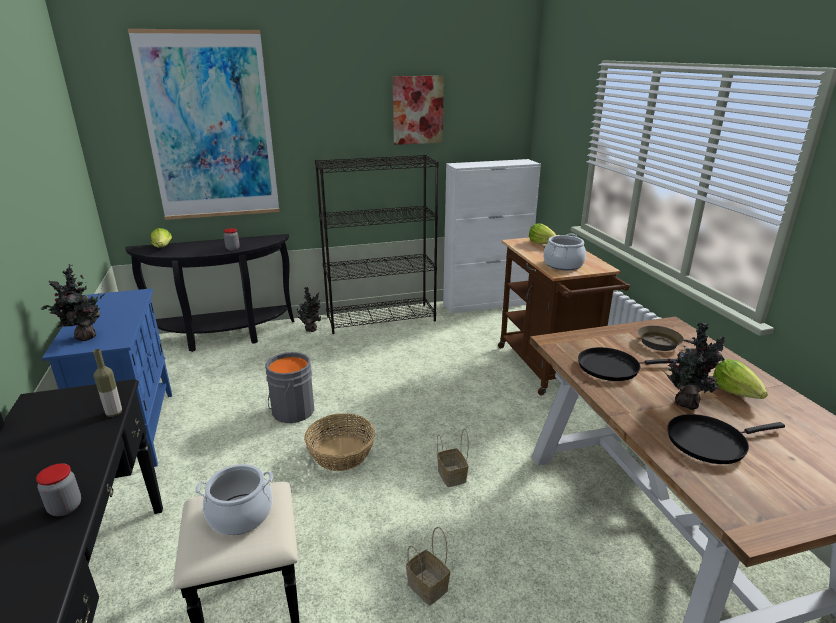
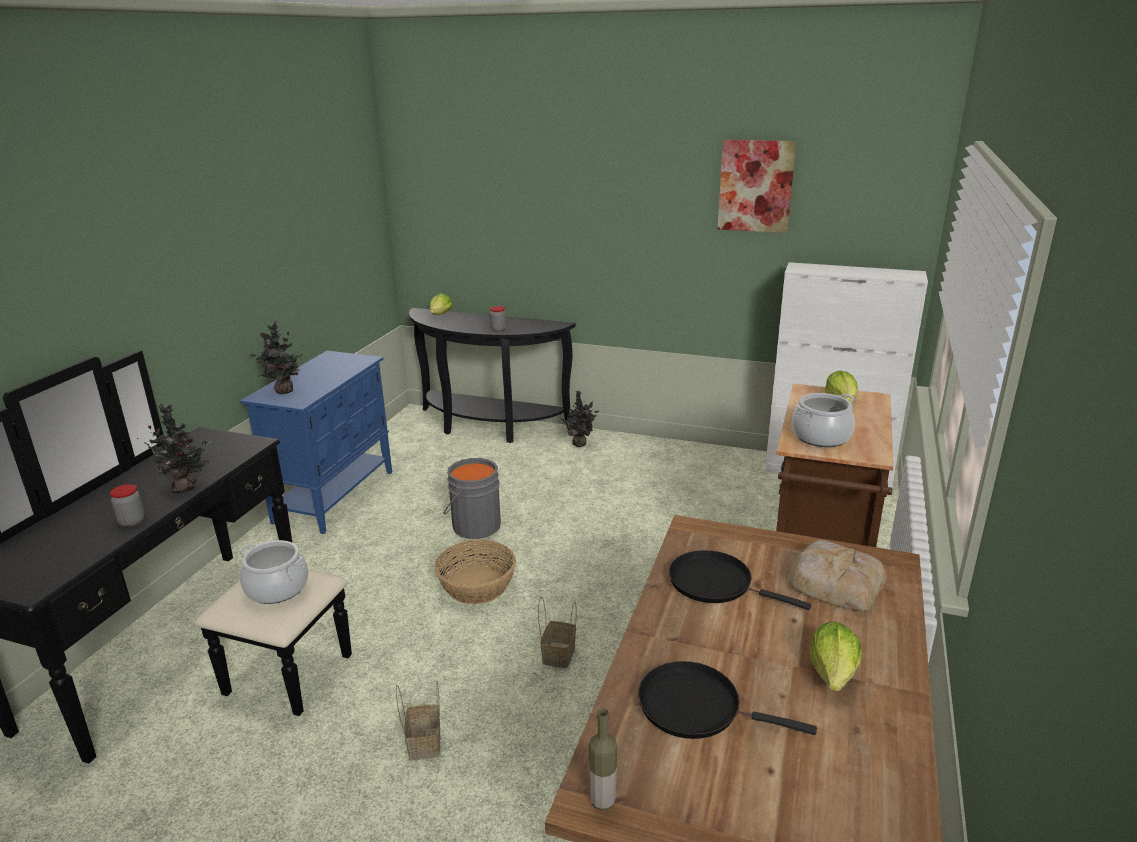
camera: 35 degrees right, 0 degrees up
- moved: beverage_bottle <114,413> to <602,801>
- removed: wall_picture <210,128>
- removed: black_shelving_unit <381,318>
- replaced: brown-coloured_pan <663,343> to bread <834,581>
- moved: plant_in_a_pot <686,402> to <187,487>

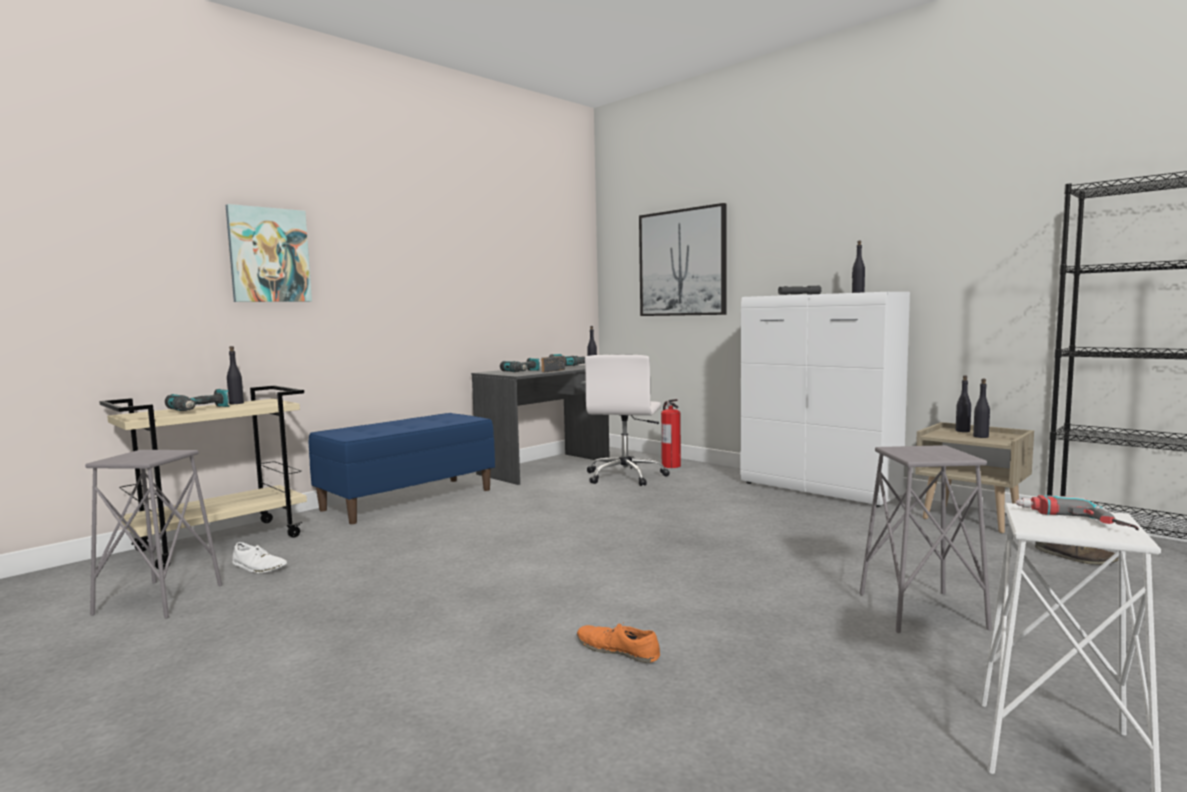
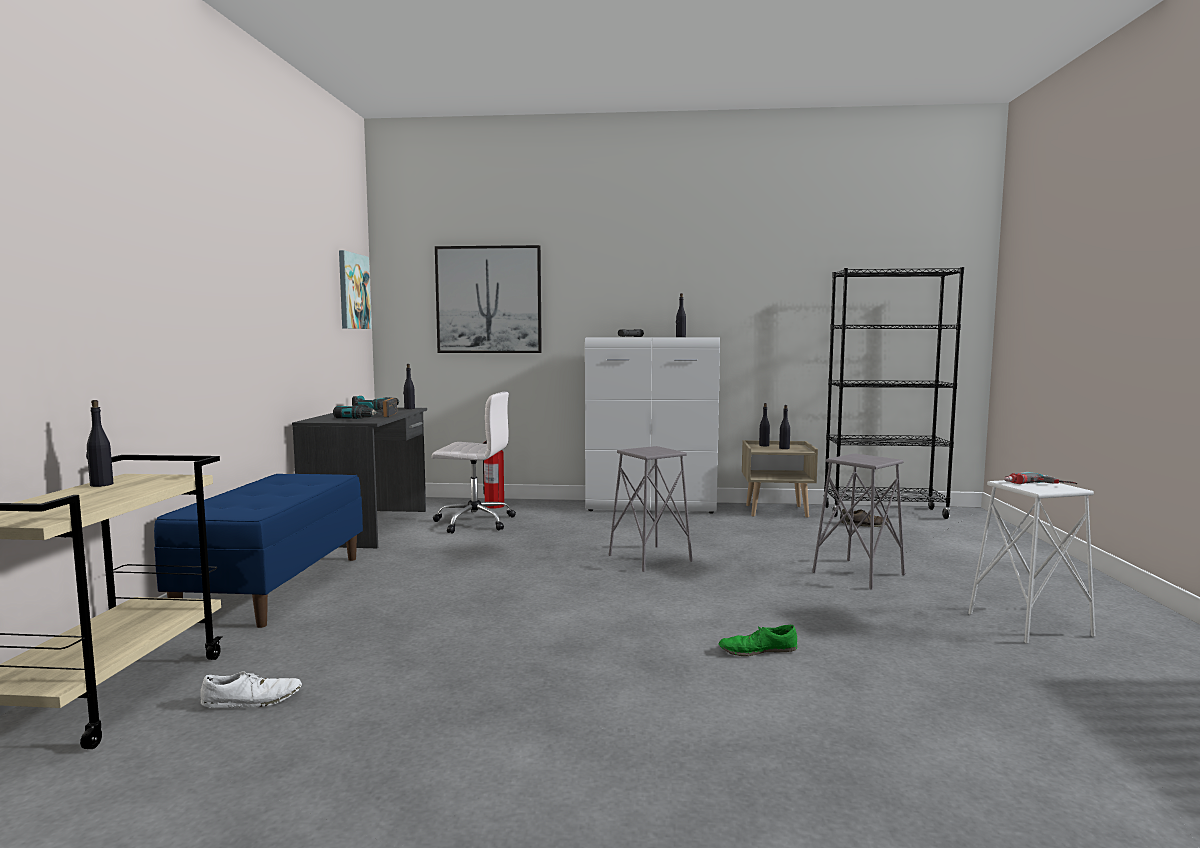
camera: 40 degrees left, 0 degrees up
- moved: greyish_stool <159,599> to <649,558>
- removed: electric_drill <201,410>
- moved: wall_picture <269,255> to <353,291>
- recoloured: orange_low_shoe <618,650> to green-coloured_low_shoe <757,650>
- turned: white-coloured_computer_chair <625,476> = <473,522> 60 degrees counterclockwise

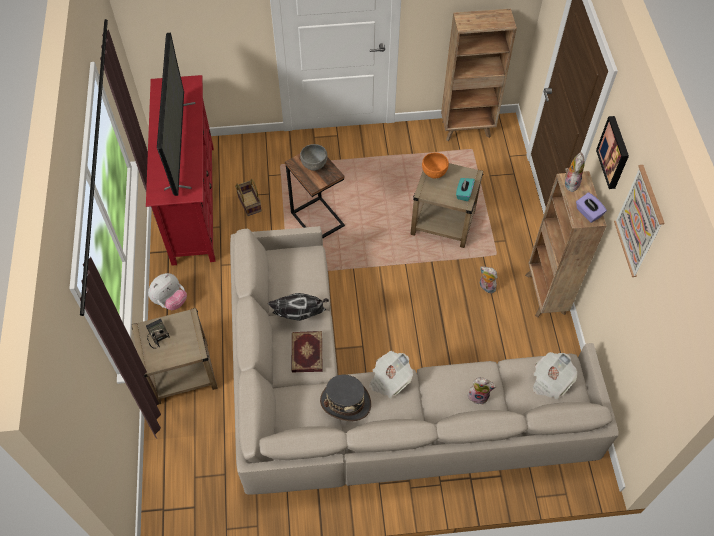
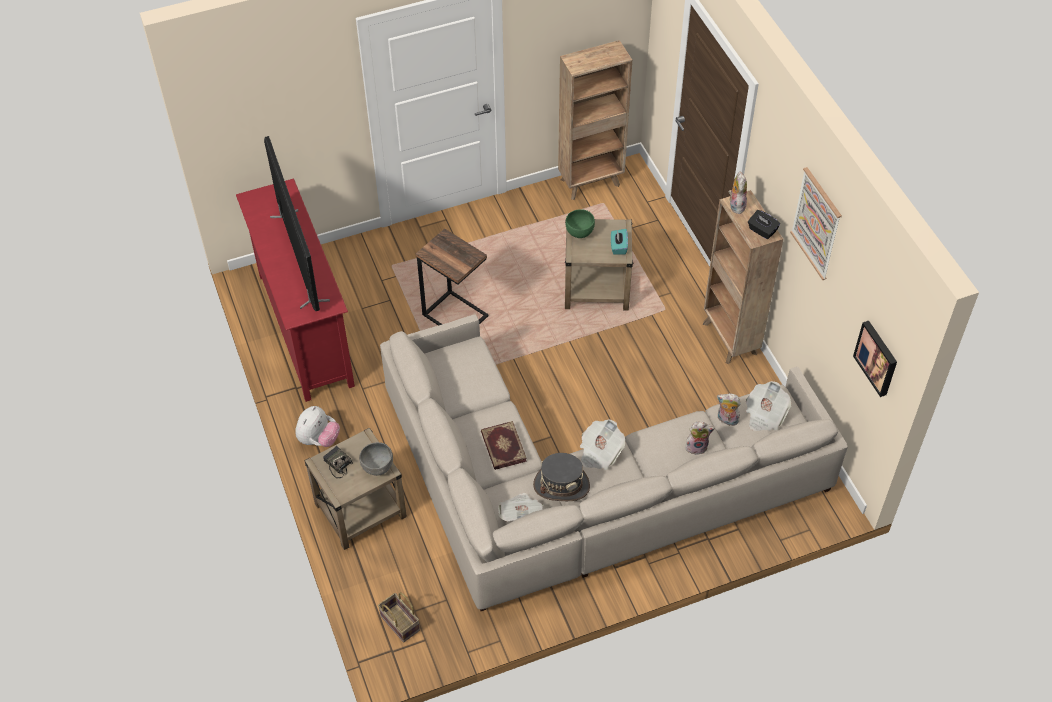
camera: 15 degrees left, 5 degrees down
- moved: household_basket <248,203> to <398,623>
- removed: pillow <301,319>
- moved: greyish_serving_bowl <314,165> to <377,467>
- recoloured: orange_serving_bowl <434,173> to green-coloured_serving_bowl <579,233>
- moved: plush_toy <486,287> to <726,420>
- recoloured: purple-coloured_tissue_holder <588,213> to black_tissue_holder <762,231>
- moved: wall_picture <614,152> to <877,357>
- added: daily_paper <520,514>

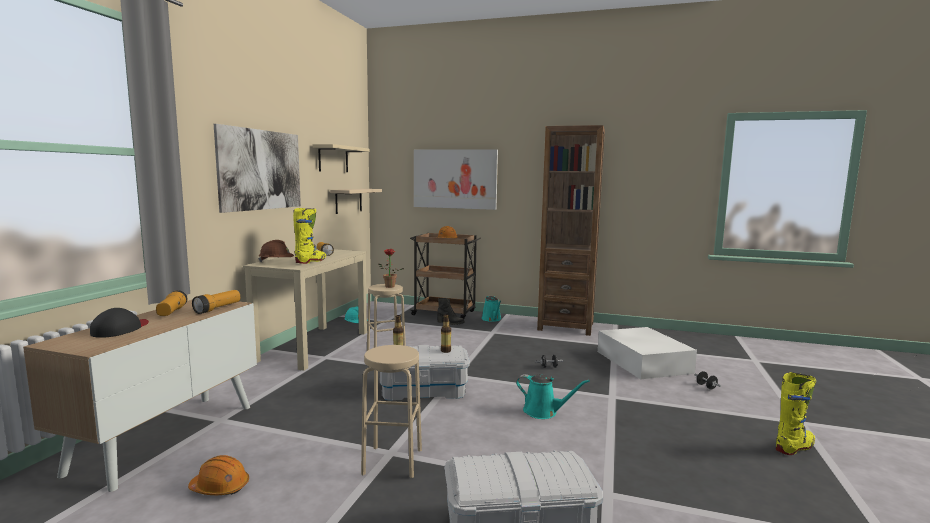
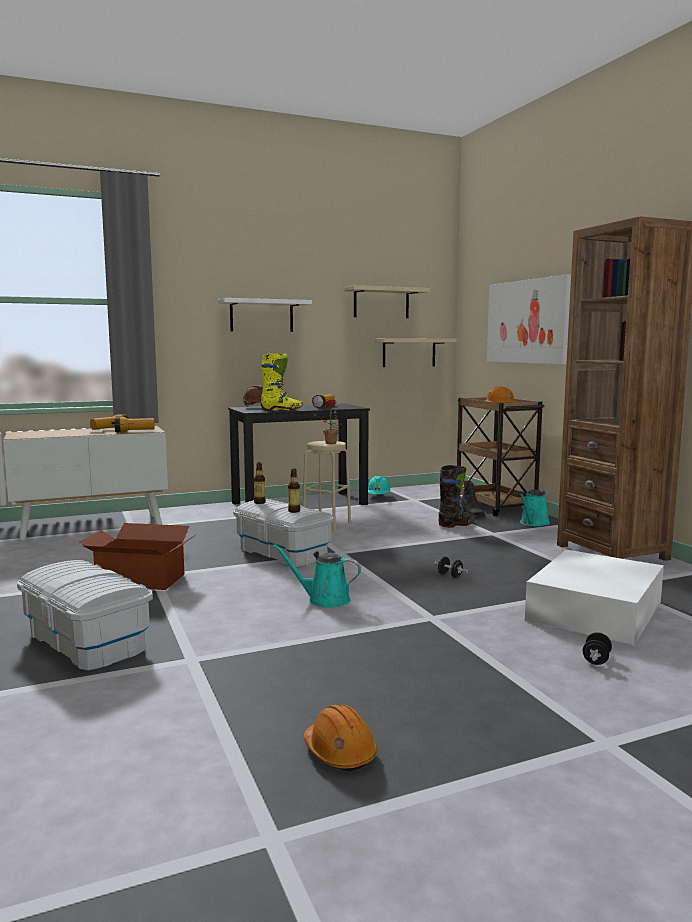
camera: 50 degrees right, 0 degrees up
- removed: black_cap <120,329>
- moved: orange_safety_helmet <220,487> to <340,752>
- replaced: wall_picture <261,170> to white-coloured_wall_shelf <261,316>
- recoloured: sand-coloured_desk_unit <314,346> to black_desk_unit <300,503>
- replaced: sand-coloured_stool <393,461> to packing_box <141,580>
- turned: turquoise_watering_can <543,412> = <324,600> 120 degrees clockwise
- removed: yellow-coloured_boot <794,447>
- added: black_boot <457,524>

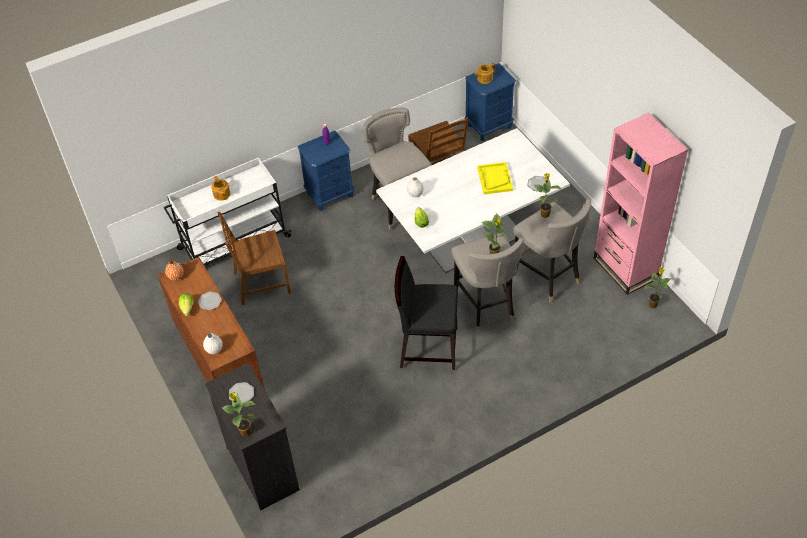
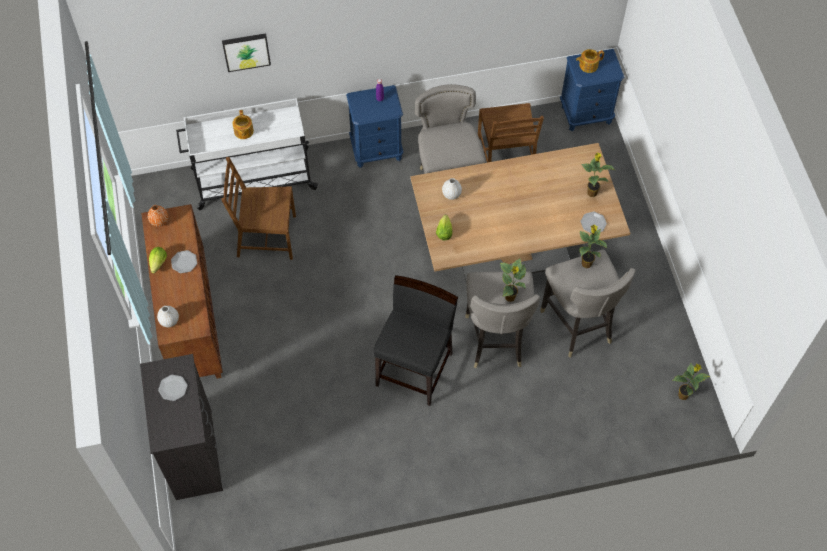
camera: 15 degrees right, 10 degrees up
- moved: plant_in_a_pot <245,431> to <591,192>
- recoloured: white-coloured_kitchen_table <471,238> to brown-coloured_kitchen_table <512,251>
- turned: black_chair <428,347> = <415,369> 90 degrees clockwise
- removed: yellow-coloured_serving_tray <494,179>
- removed: pink-coloured_shelving_unit <625,268>
- added: wall_picture <246,51>

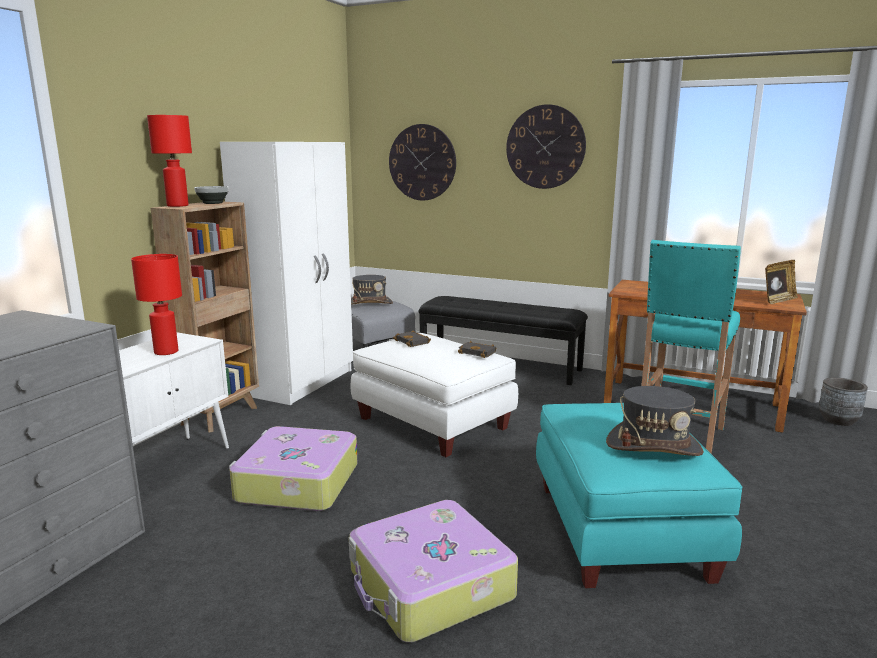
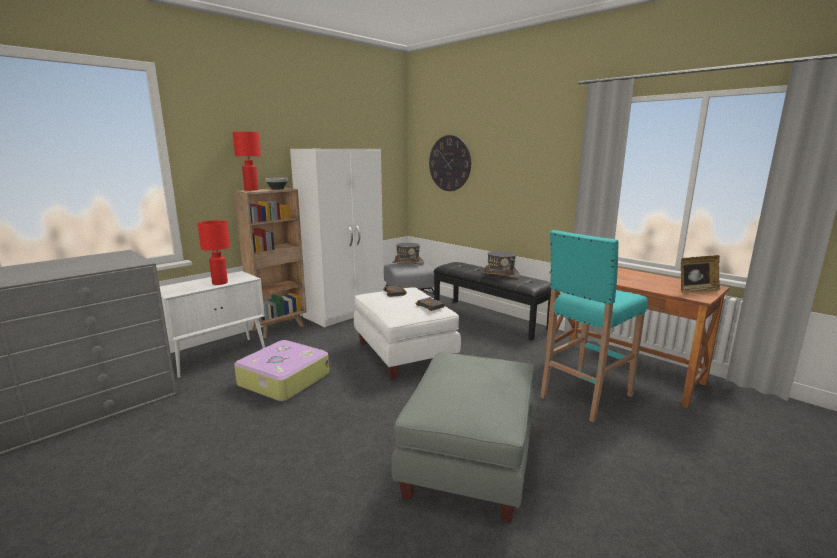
camera: 20 degrees right, 0 degrees up
- removed: piece_of_luggage <430,586>
- removed: wall_clock <545,147>
- recoloured: turquoise_pouffe <622,531> to greyish_pouffe <470,461>
- moved: greyish_hat <653,446> to <500,275>
- removed: greyish_planter <838,420>

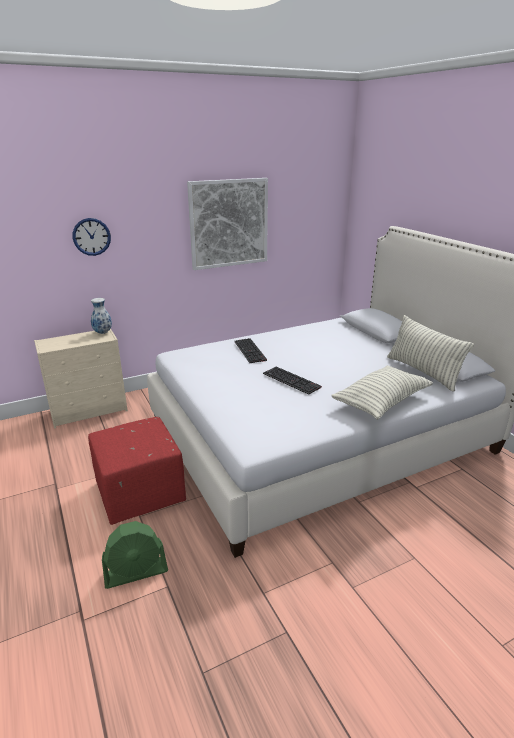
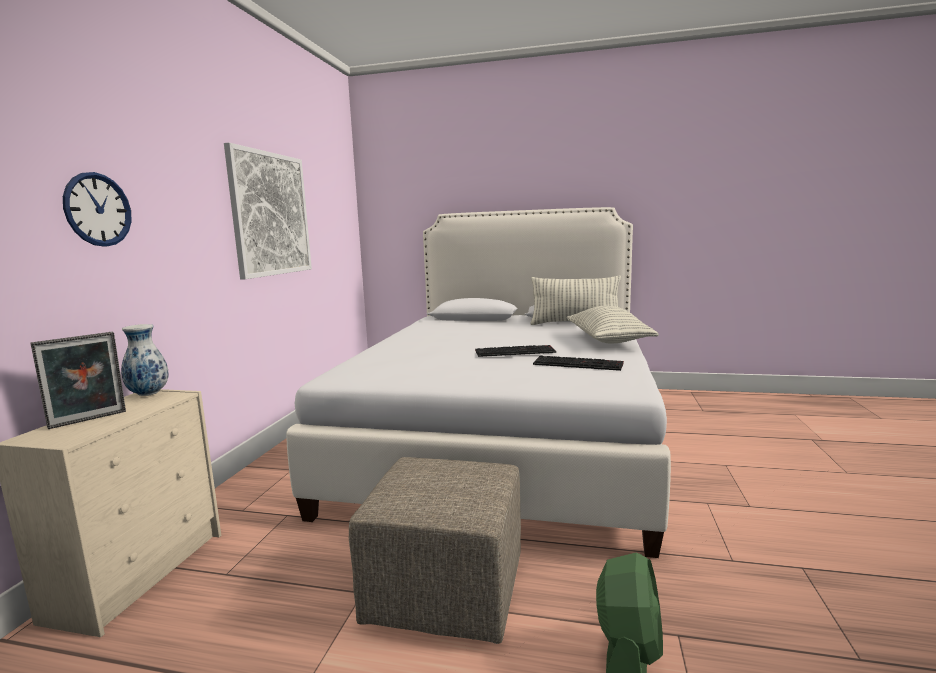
camera: 50 degrees left, 15 degrees down
- recoloured: red_pouffe <141,493> to sand-coloured_pouffe <448,591>
- moved: computer_keyboard <251,351> to <579,363>
- added: picture_frame <89,420>

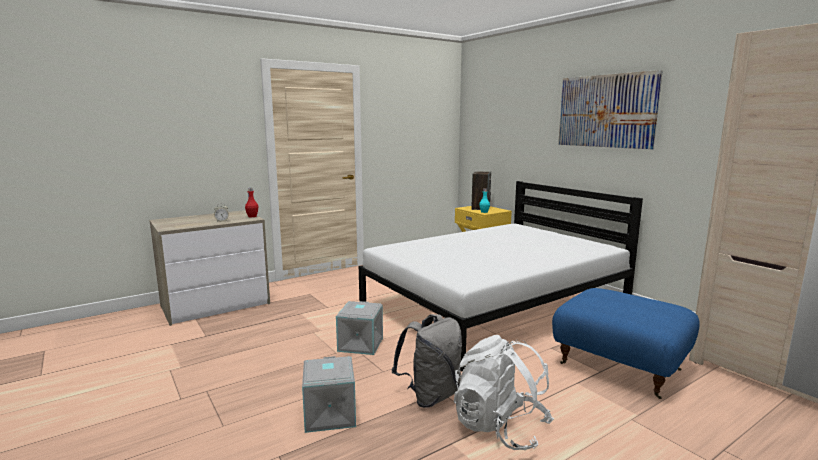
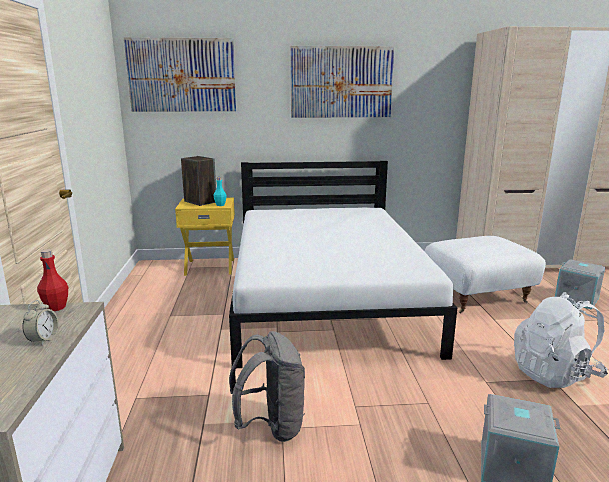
camera: 60 degrees left, 5 degrees up
- moved: greyish_storage_container <361,344> to <577,299>
- moved: greyish_rucksack <431,396> to <271,426>
- recoloured: bluish_pouffe <618,368> to white-coloured_pouffe <477,297>
- added: wall_picture <182,75>

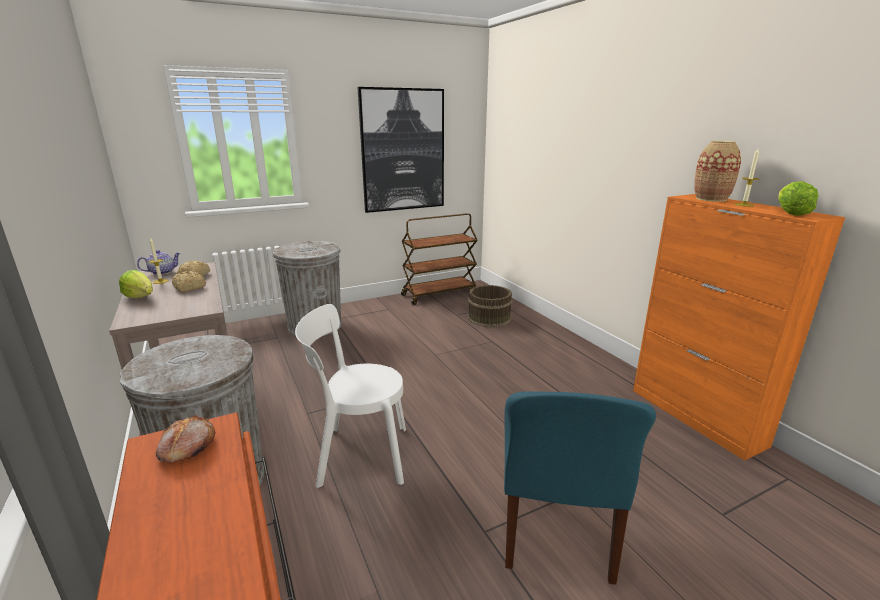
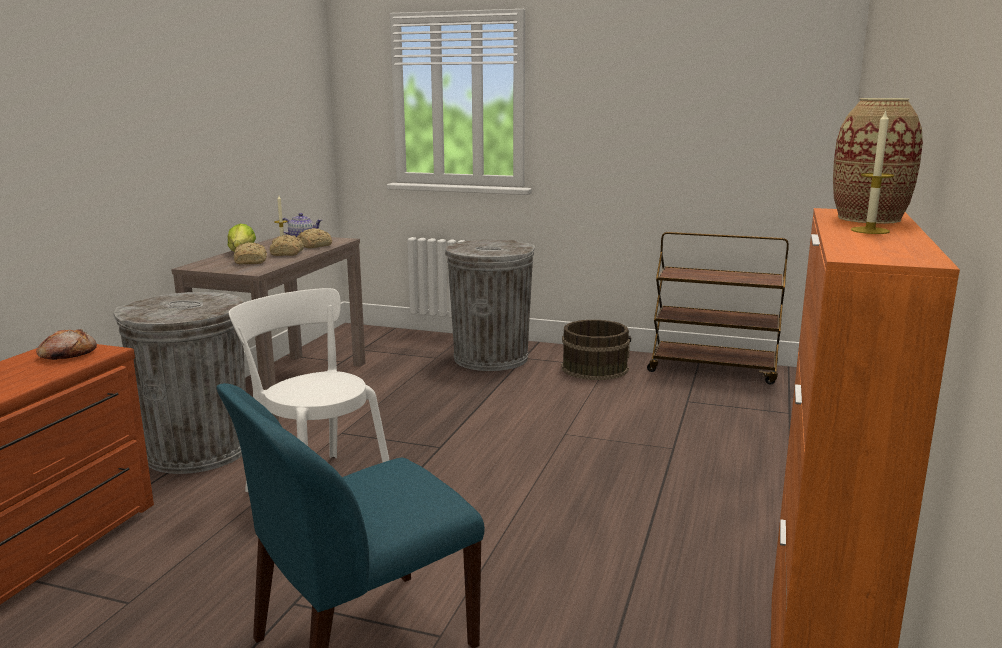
camera: 45 degrees right, 5 degrees down
- removed: wall_picture <403,151>
- moved: brown-coloured_pail <488,317> to <594,368>
- removed: head_of_lettuce <790,213>
- added: bread <251,262>

